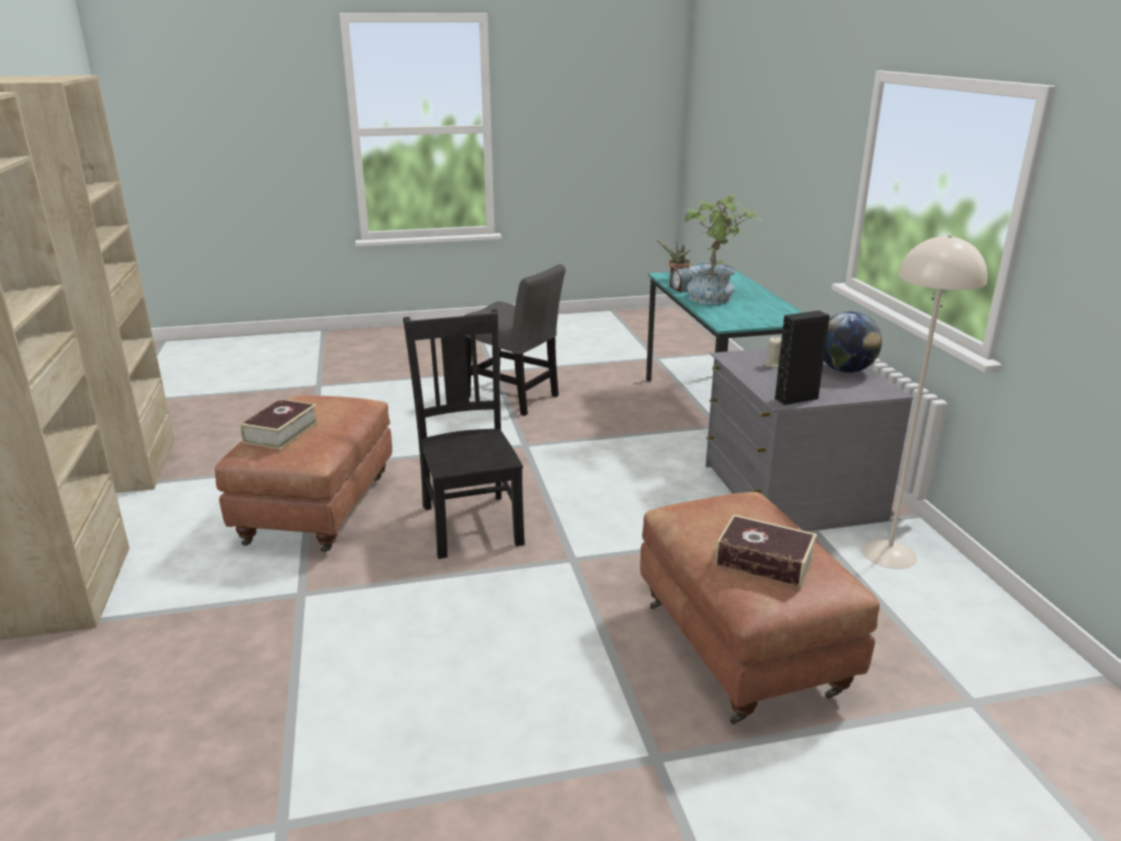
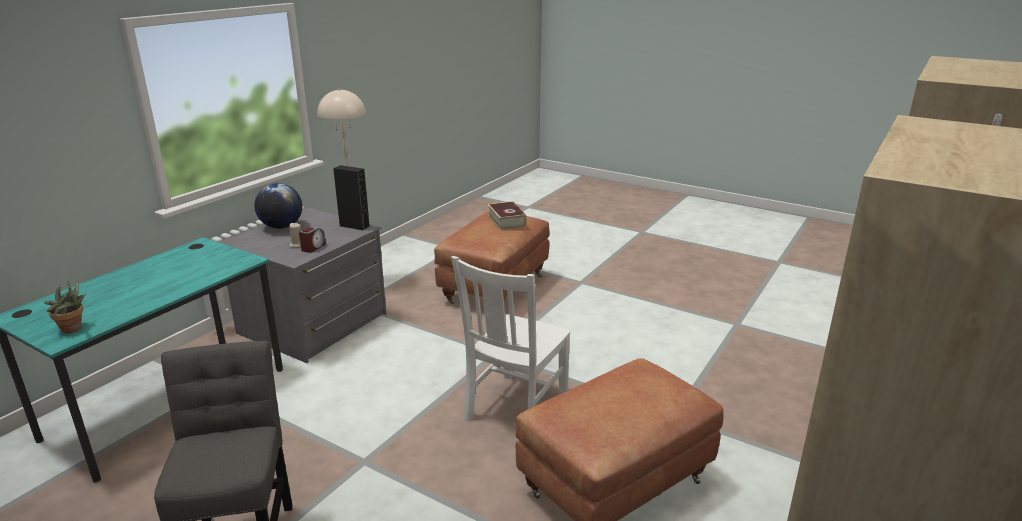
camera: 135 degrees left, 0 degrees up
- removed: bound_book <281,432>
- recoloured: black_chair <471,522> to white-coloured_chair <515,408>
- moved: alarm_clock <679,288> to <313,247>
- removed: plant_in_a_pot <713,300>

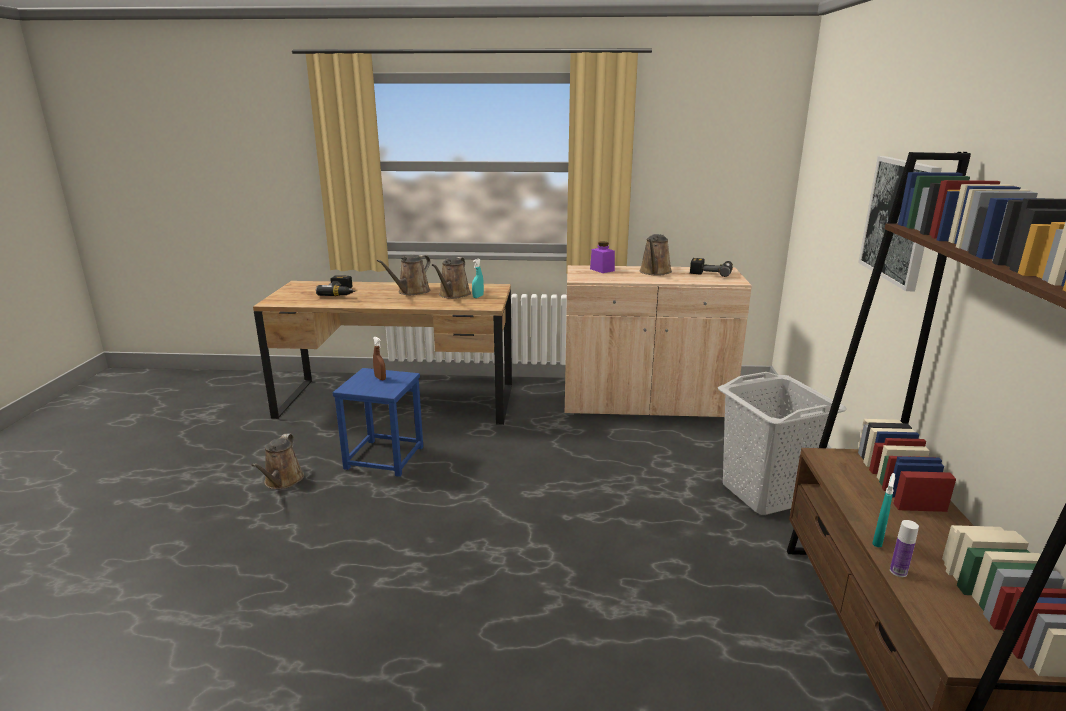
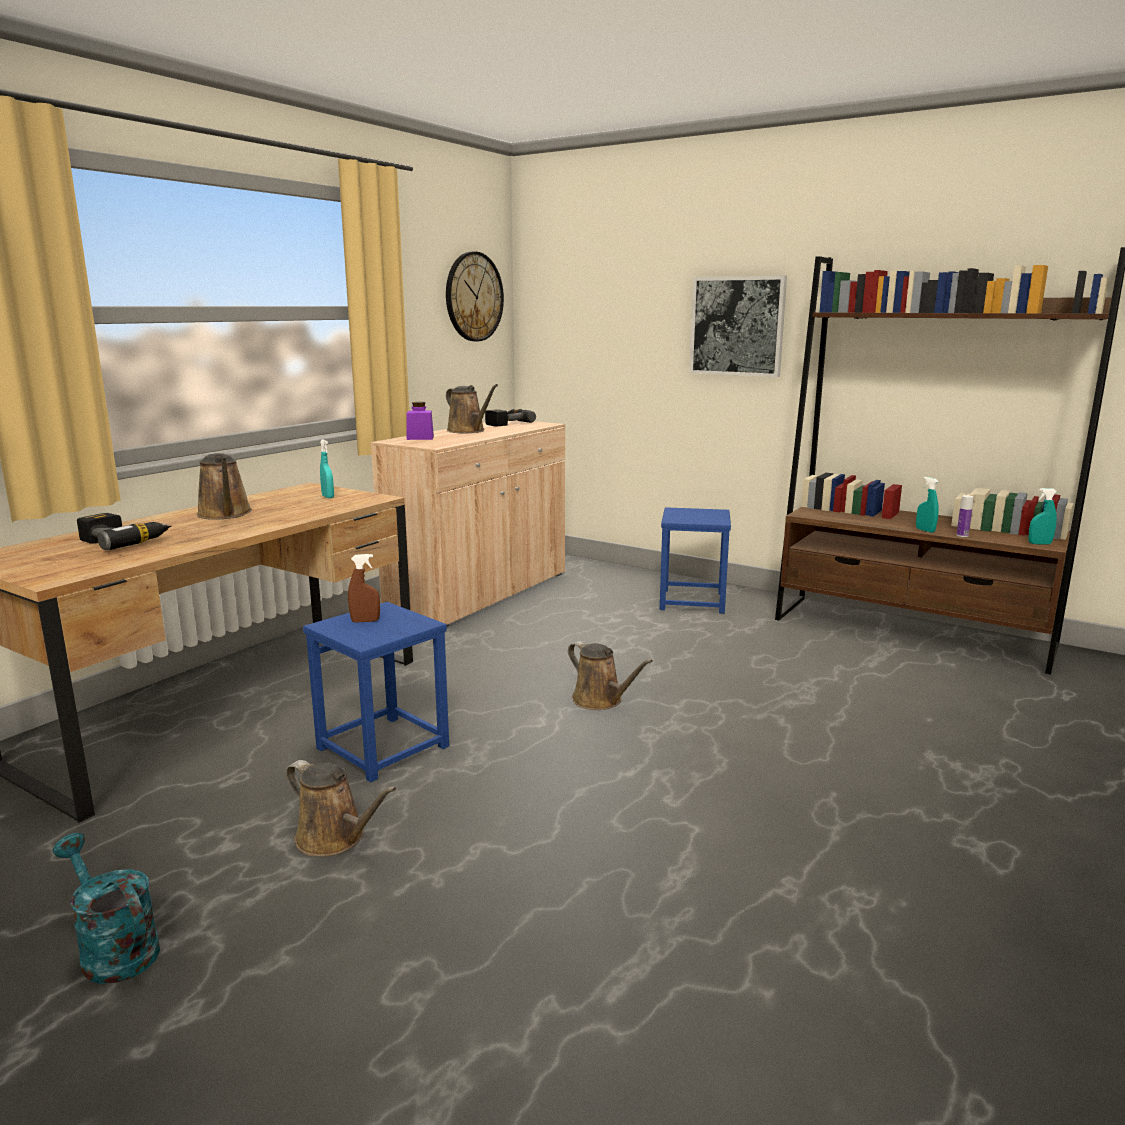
camera: 60 degrees left, 5 degrees down
- moved: brown-coloured_watering_can <453,295> to <600,701>
- replaced: greyish_washing_basket <765,493> to bluish_stool <691,601>
- added: turquoise_watering_can <113,949>
- added: wall_clock <473,297>
- added: turquoise_spray_bottle <1039,543>

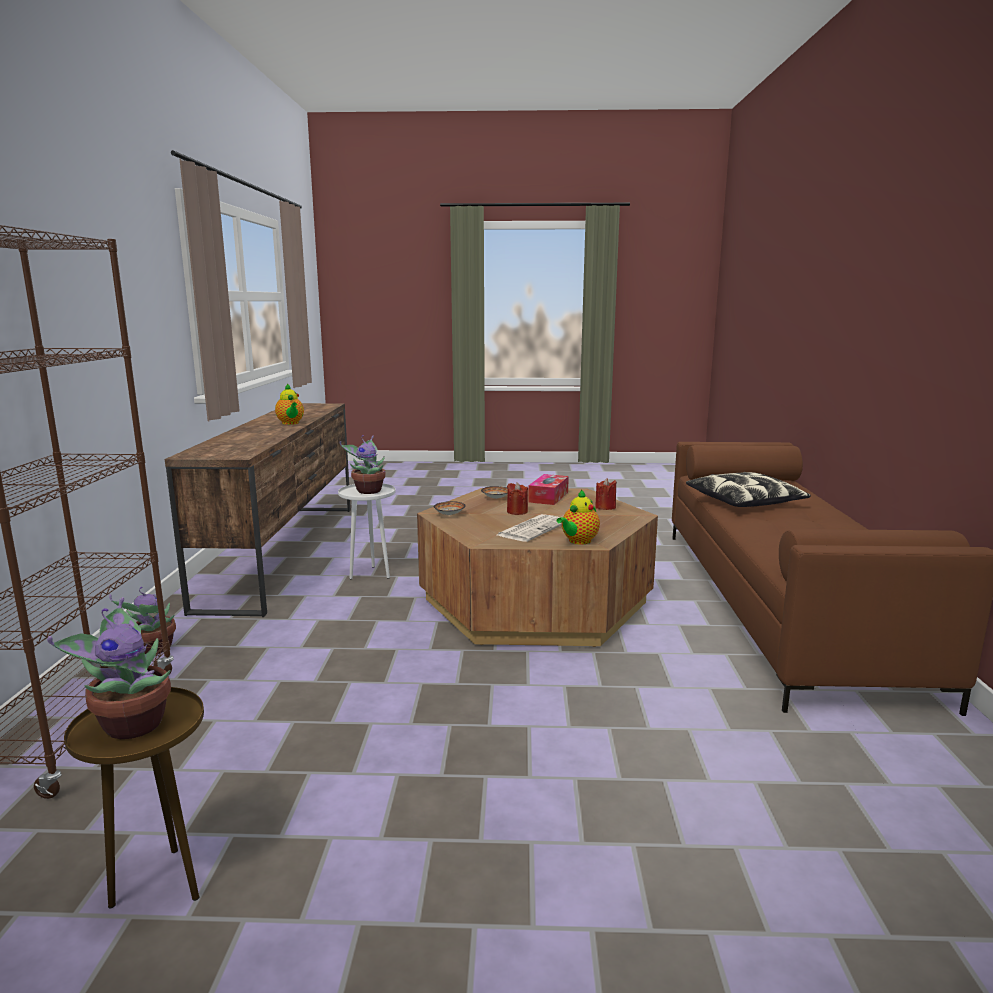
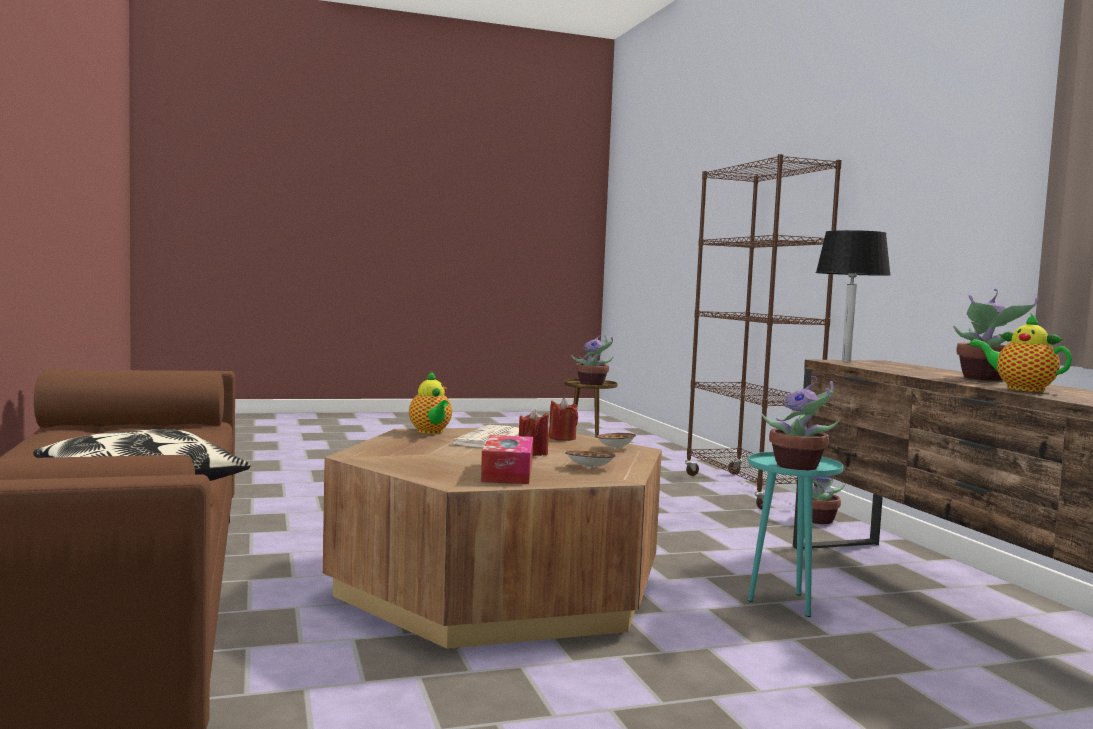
camera: 160 degrees right, 10 degrees down
- recoloured: white-coloured_end_table <371,574> to turquoise_end_table <785,603>
- turned: teapot <578,541> = <431,432> 135 degrees clockwise
- moved: red_wax_candle <605,507> to <562,438>
- added: black_table_lamp <846,361>
- added: plant_in_a_pot <984,379>

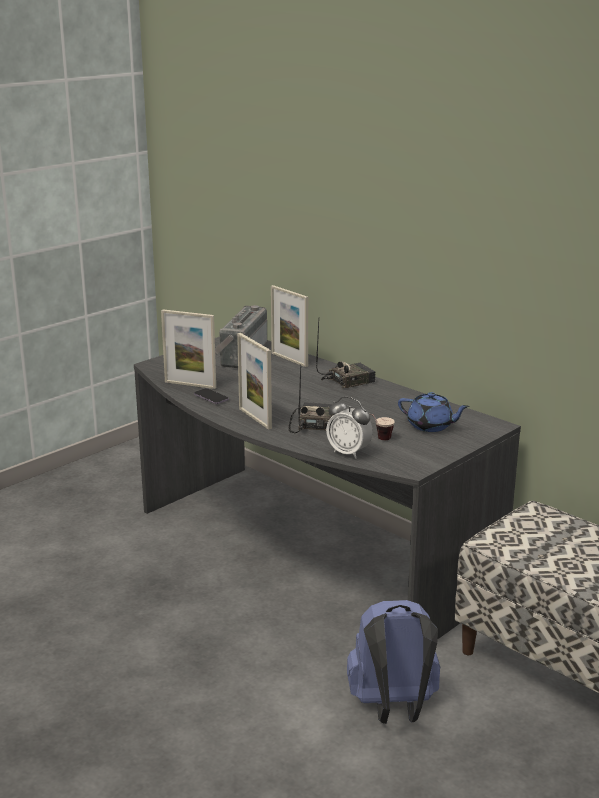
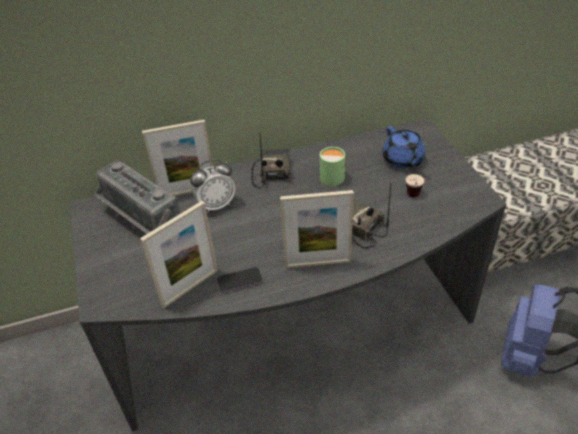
camera: 60 degrees left, 20 degrees up
- moved: alarm_clock <349,452> to <216,205>
- turned: bluish_teapot <430,426> = <403,160> 105 degrees clockwise
- added: green-coloured_tea_mug <333,176>

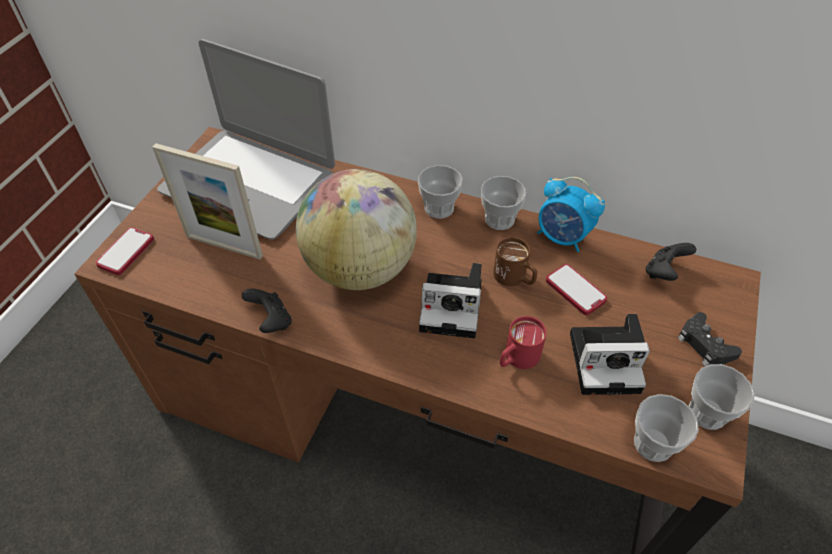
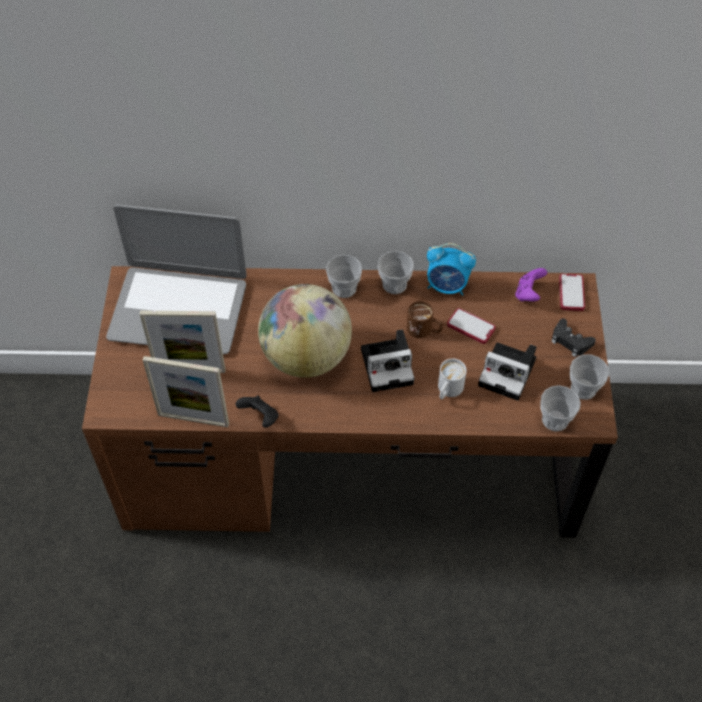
camera: 20 degrees left, 5 degrees up
- moved: phone <126,252> to <571,293>
- recoloured: red_tea_mug <516,359> to white-coloured_tea_mug <448,390>
- turned: still_camera <607,361> = <509,373> 45 degrees clockwise
- recoloured: black_joypad <664,272> to purple-coloured_joypad <528,293>
- added: picture_frame <193,419>

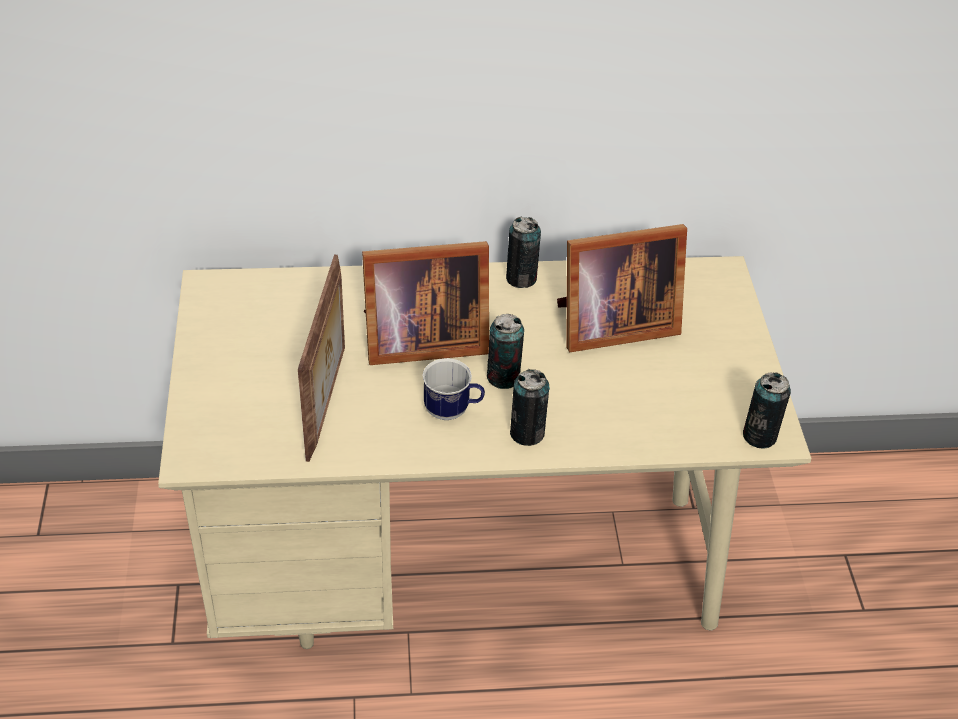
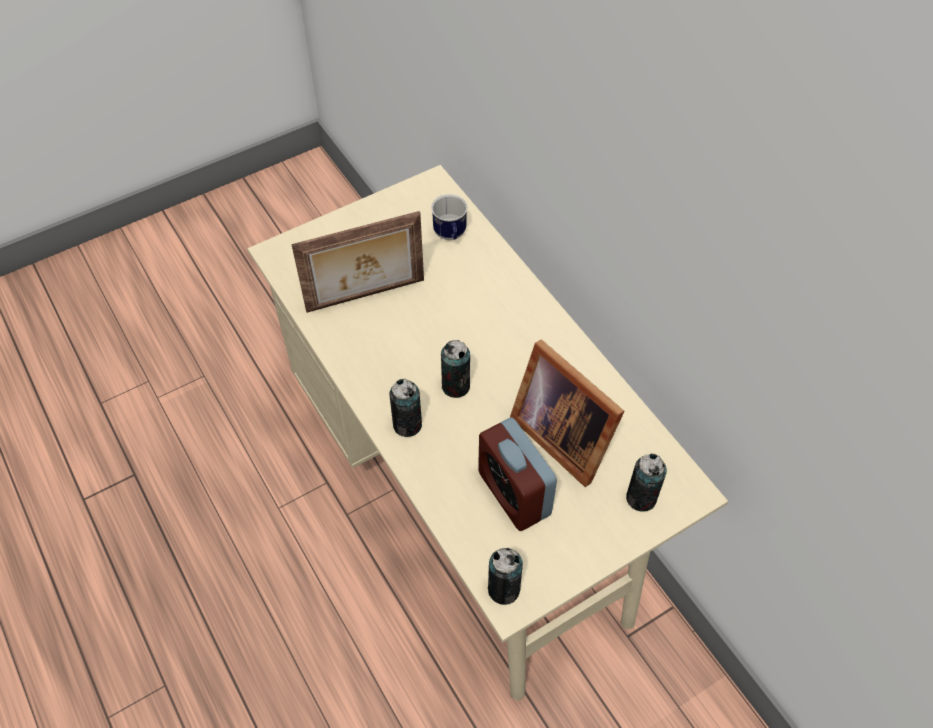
camera: 65 degrees right, 10 degrees up
- removed: picture_frame <420,340>
- moved: tea_mug <453,411> to <450,236>
- moved: sealed_can <521,278> to <641,498>
- added: alarm_clock <514,493>

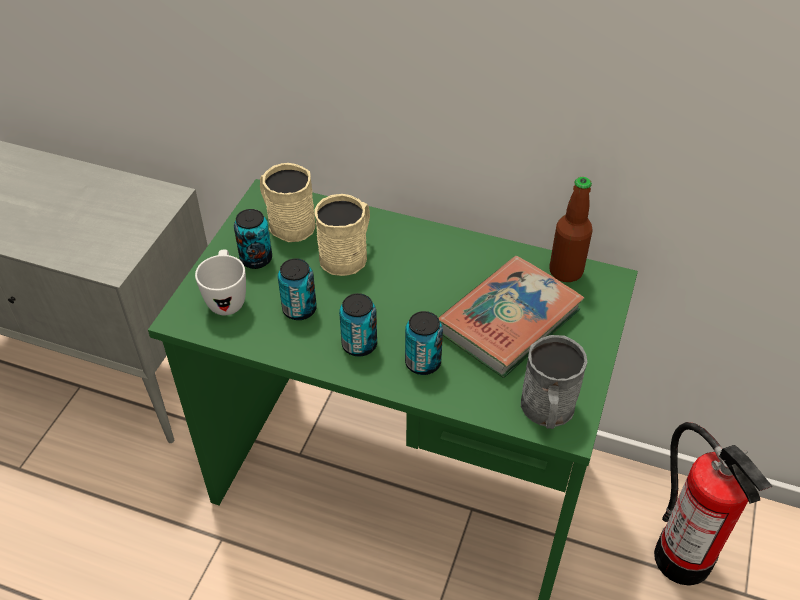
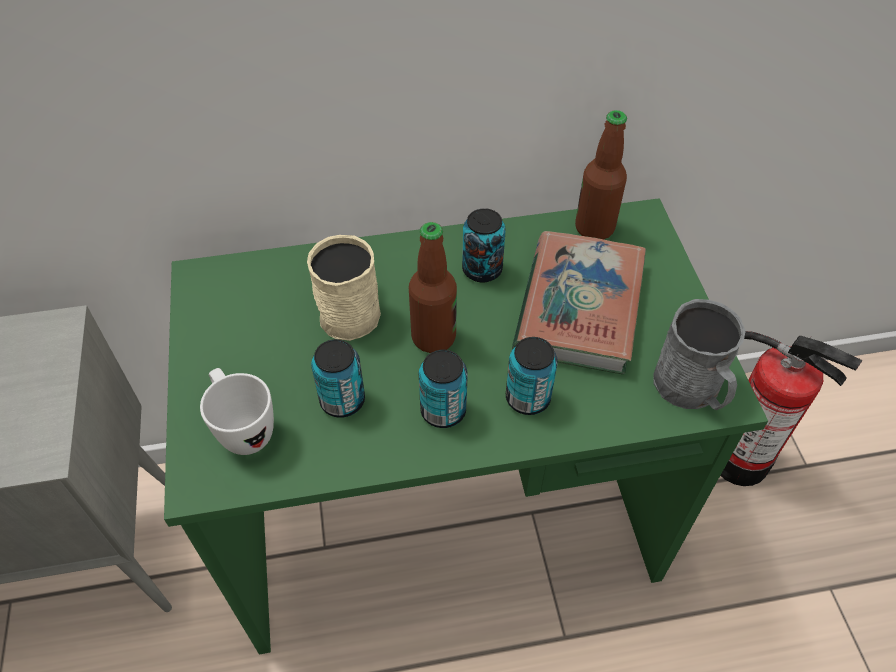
camera: 30 degrees left, 5 degrees up
- moved: sealed_can <256,259> to <482,269>
- removed: sand-coloured_tea_mug <287,223>
- added: beverage_bottle <433,337>

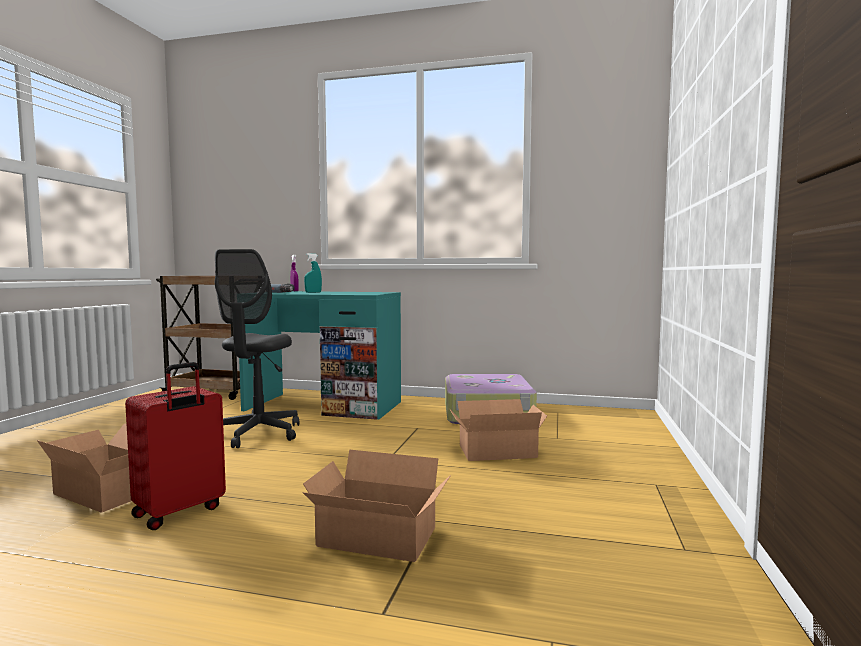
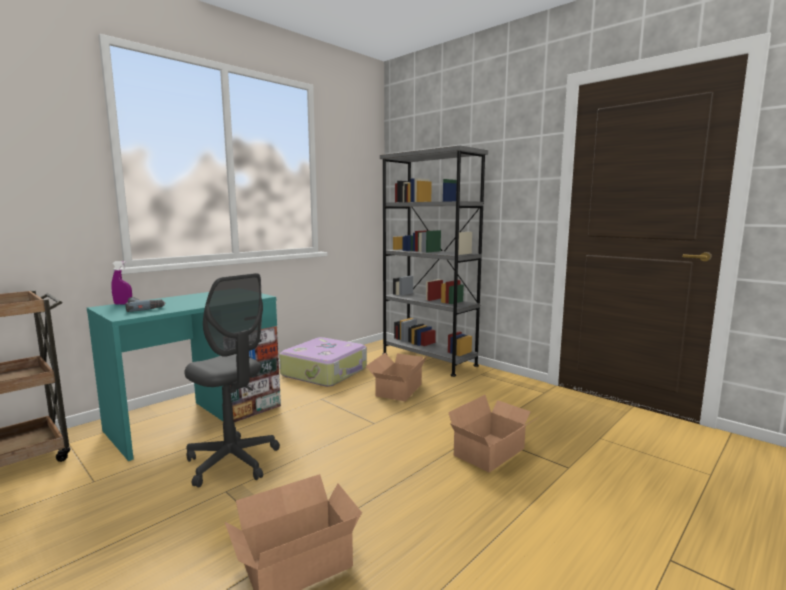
camera: 60 degrees left, 5 degrees up
- removed: red_piece_of_luggage <179,512>
- removed: turquoise_spray_bottle <313,292>
- added: greyish_shelving_unit <428,360>

